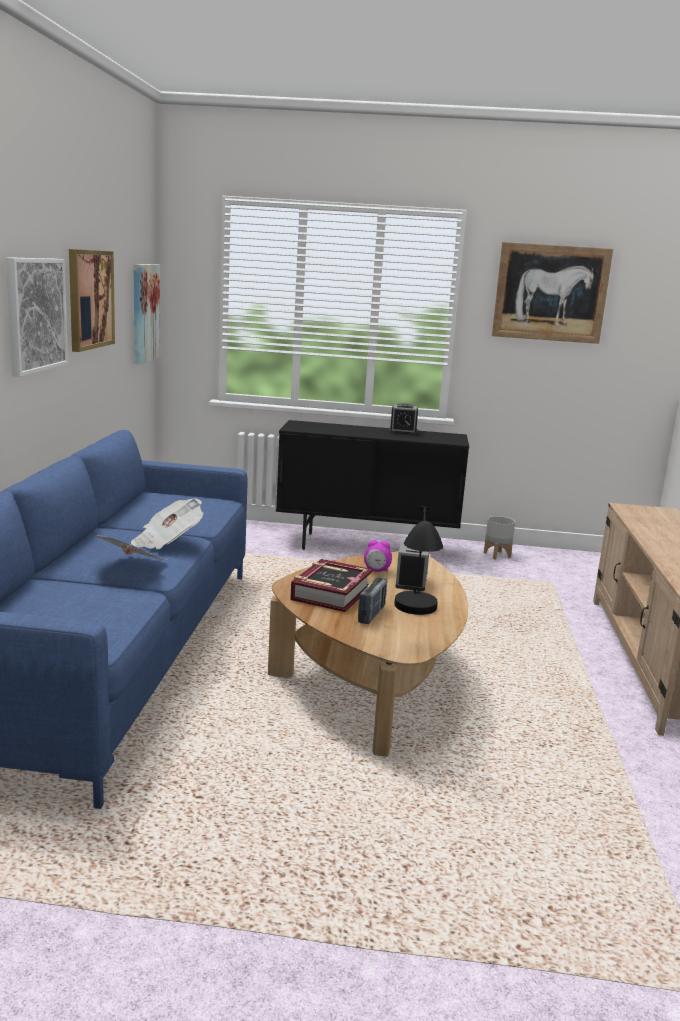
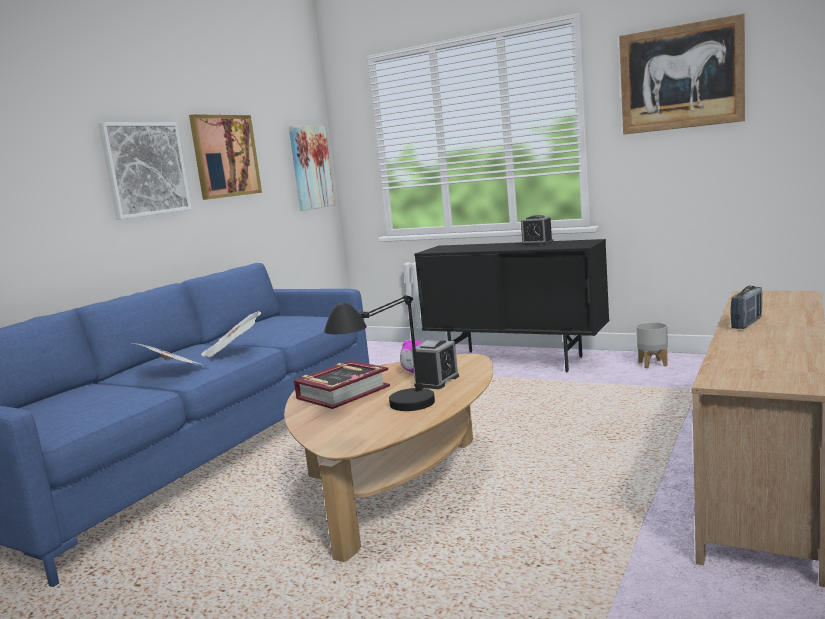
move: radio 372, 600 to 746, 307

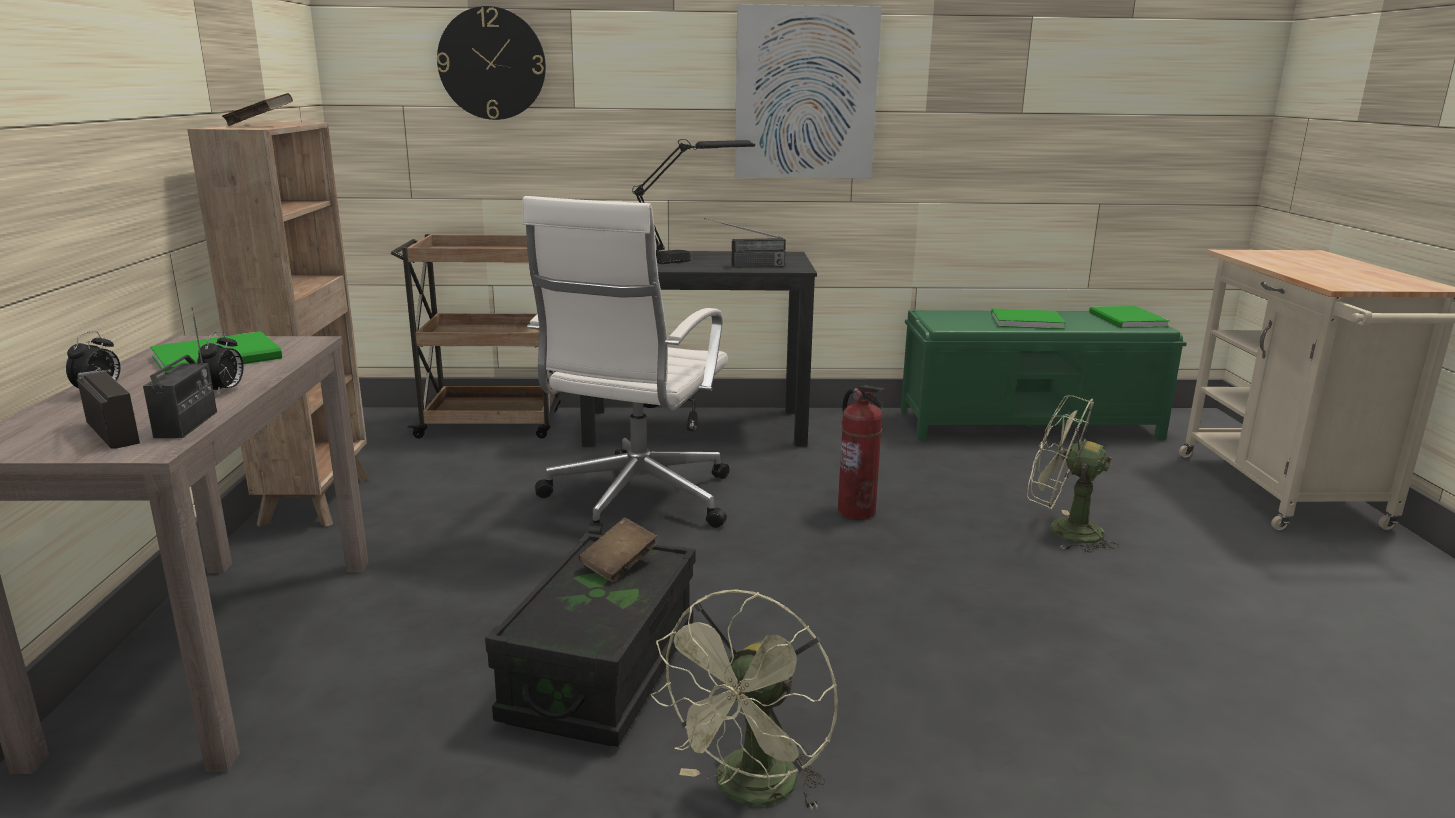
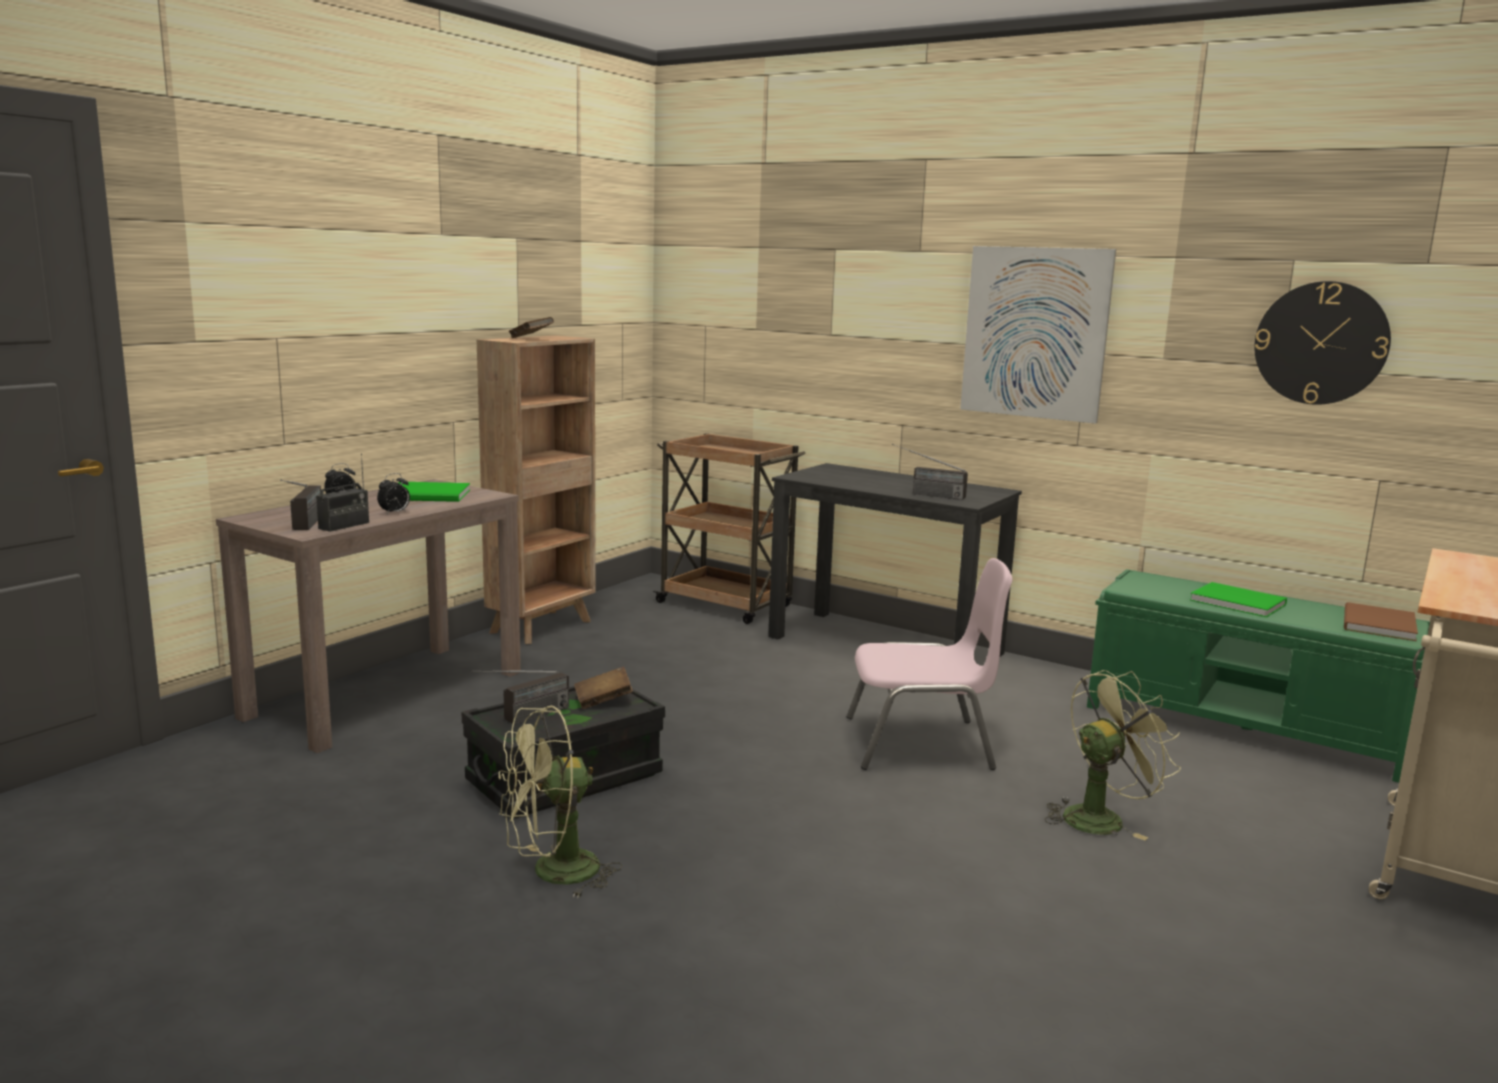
delete: white office chair 626, 366; black table lamp 693, 201
insert: radio 519, 697
move: wall clock 491, 63 to 1322, 343
replace: fire extinguisher 861, 452 to pink chair 930, 664
recolor: green book 1129, 317 to brown book 1381, 621
rotate: green fan 1073, 474 = 1113, 755 90 degrees clockwise

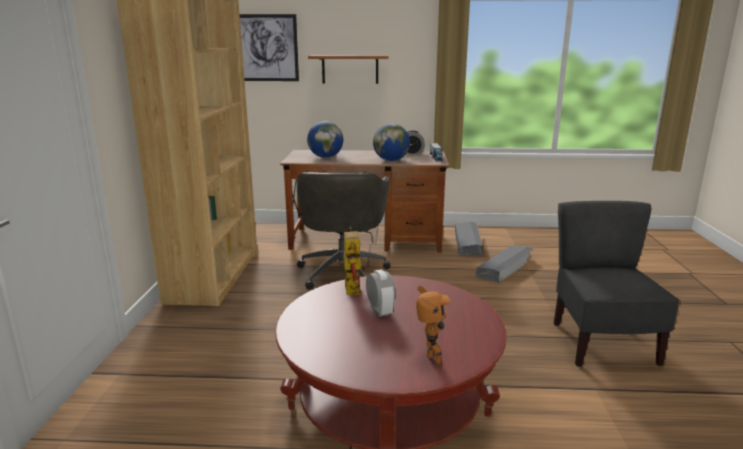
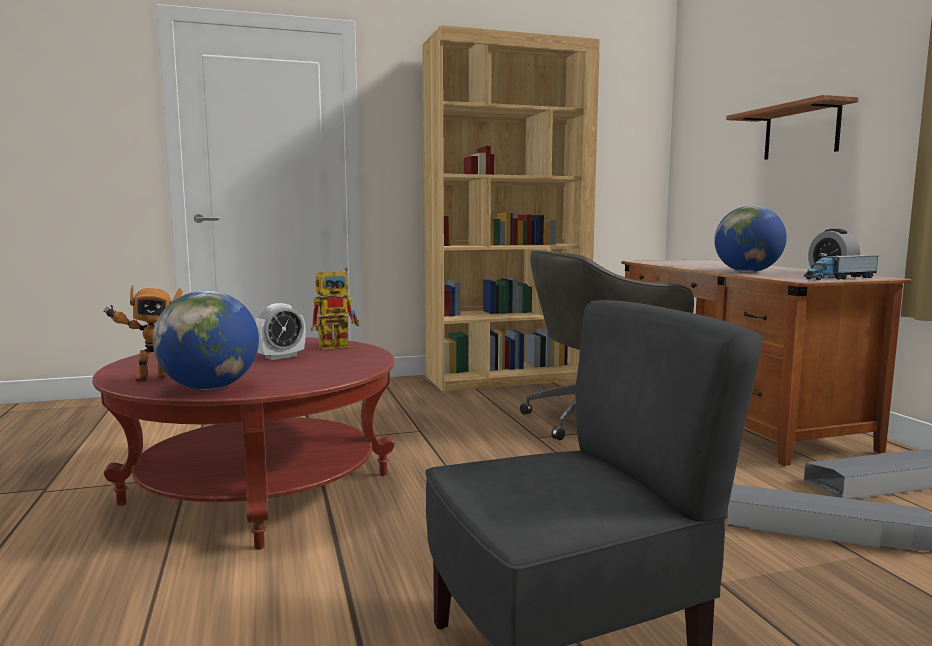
delete: picture 269, 47
move: globe 325, 139 to 205, 340

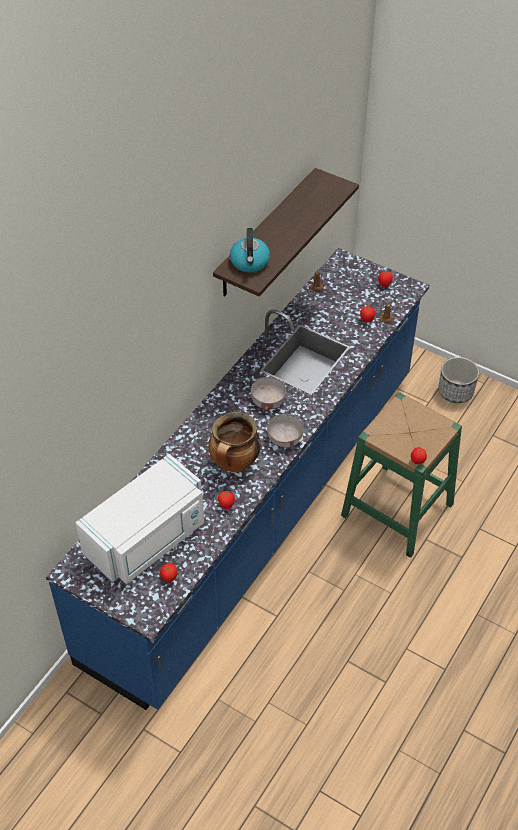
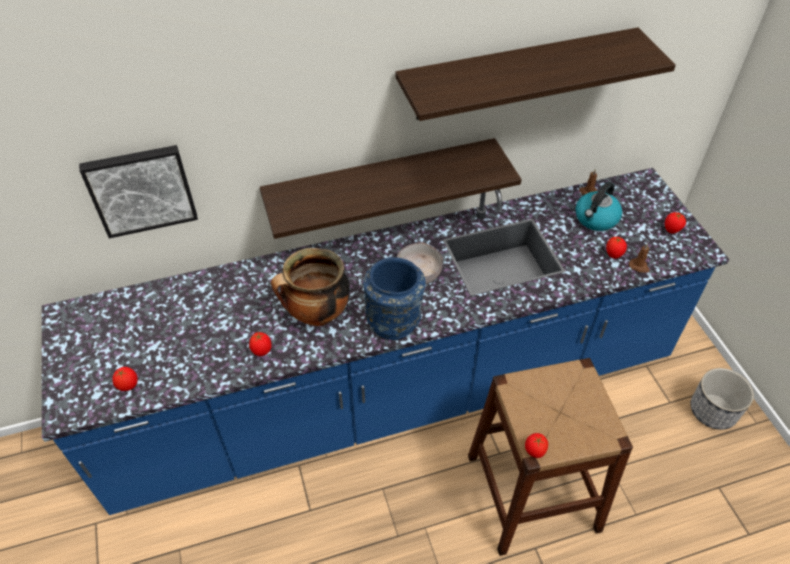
delete: white microwave 140, 519
insert: picture 138, 191; shelf 391, 188
move: kettle 250, 250 to 598, 206
replace: grey bowl 285, 431 to blue vase 394, 298
recolor: green stool 401, 475 to brown stool 550, 457

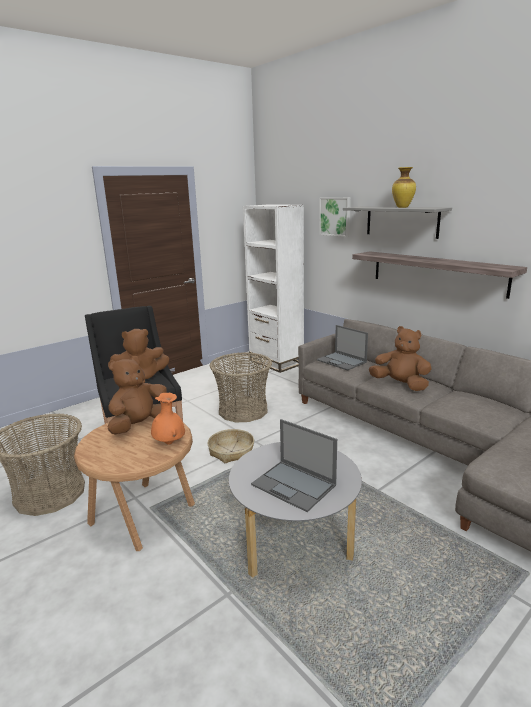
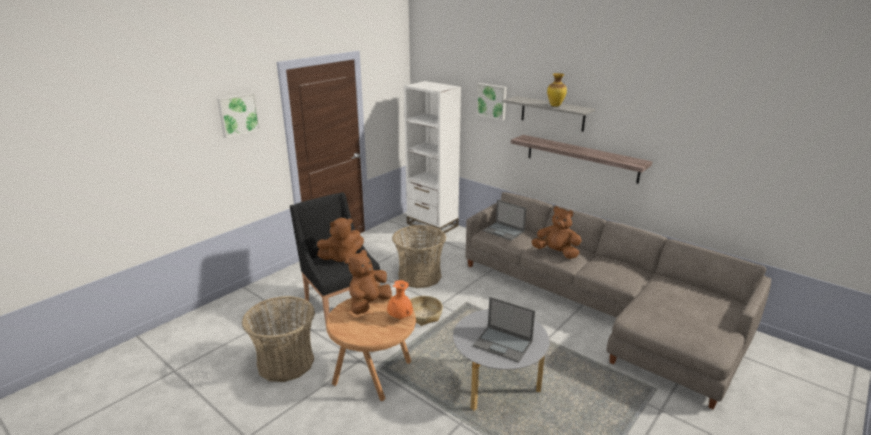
insert: picture 238, 115

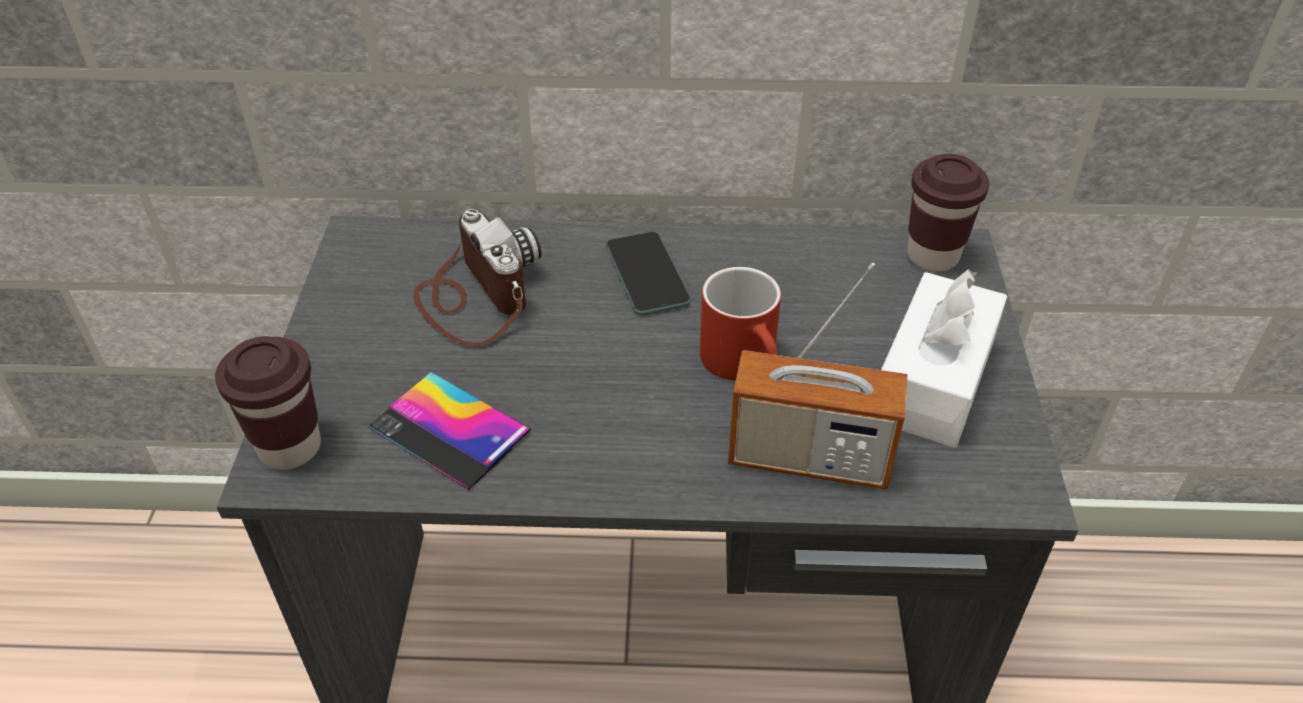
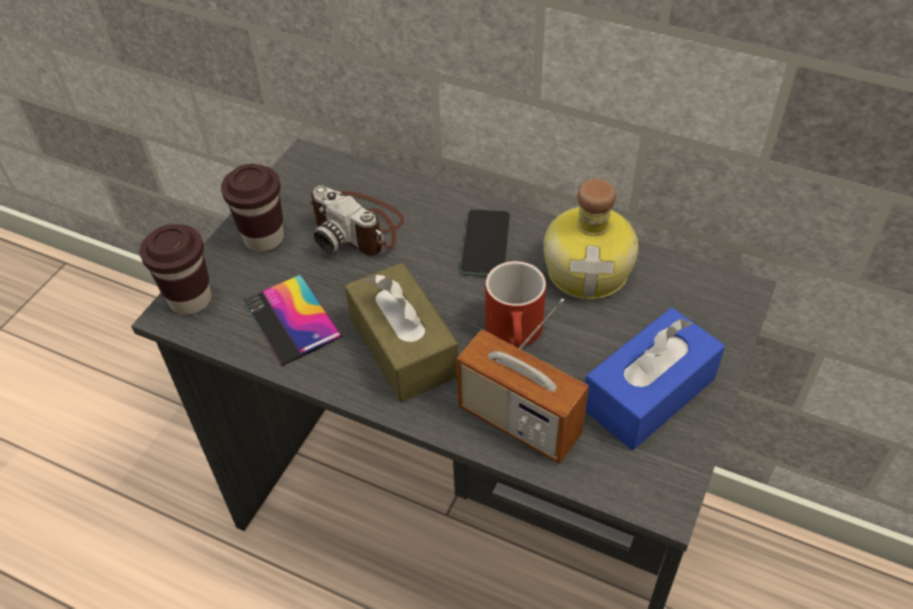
insert: brown tissue box 402, 332; bottle 590, 239
move: brown cup 948, 213 to 252, 208
recolor: white tissue box 944, 358 to blue tissue box 655, 379
rotate: photo camera 477, 277 = 357, 220 135 degrees clockwise

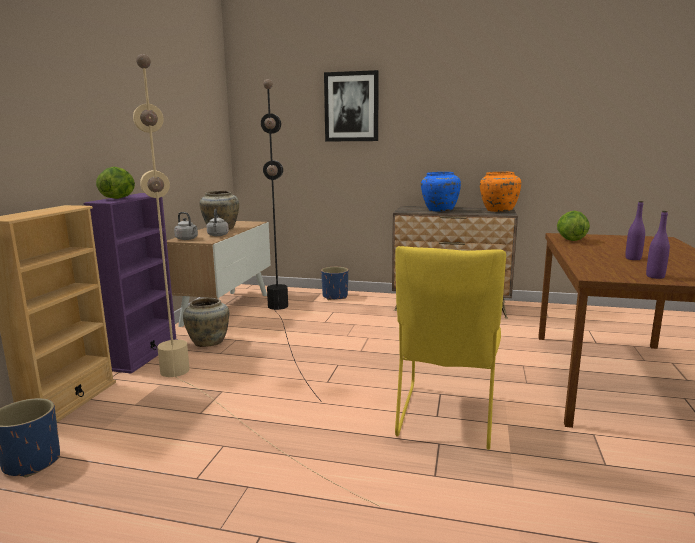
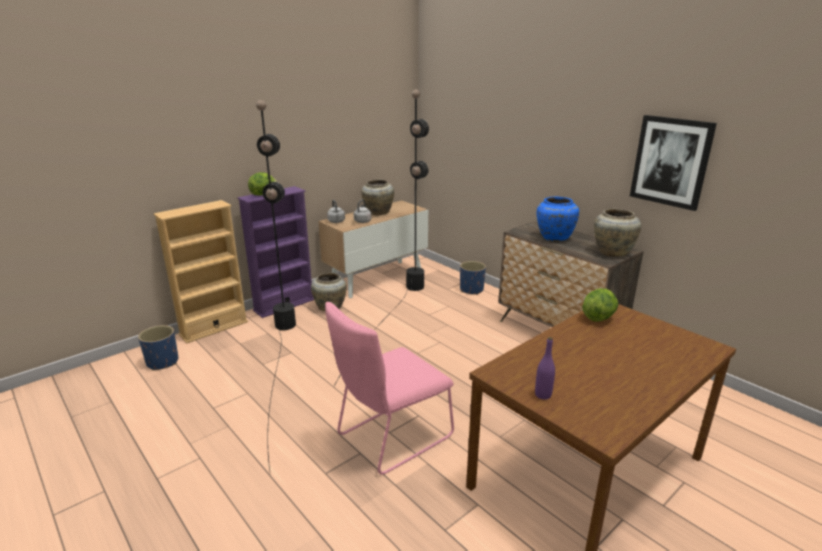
delete: purple bottle 635, 230
move: picture 351, 106 to 673, 163
recolor: beige floor lamp 256, 280 to black floor lamp 276, 285; yellow chair 450, 348 to pink chair 389, 388; orange vase 500, 192 to beige vase 617, 233

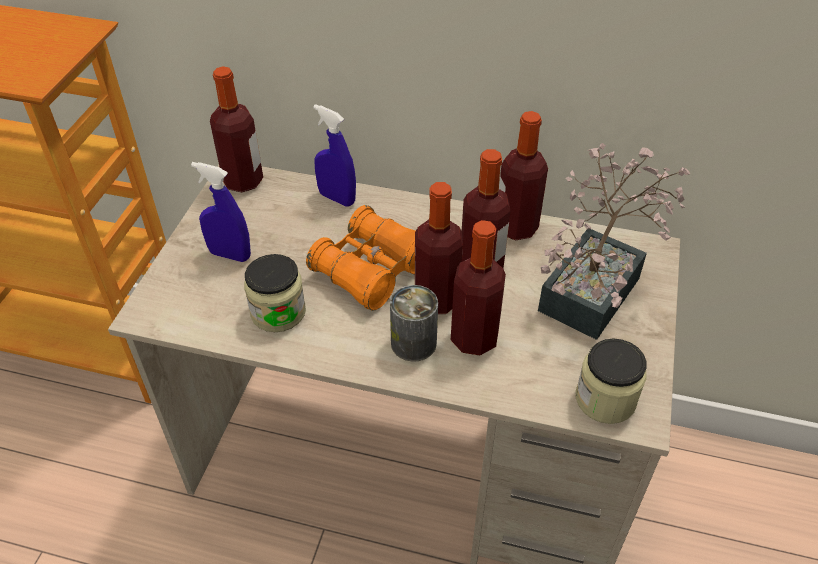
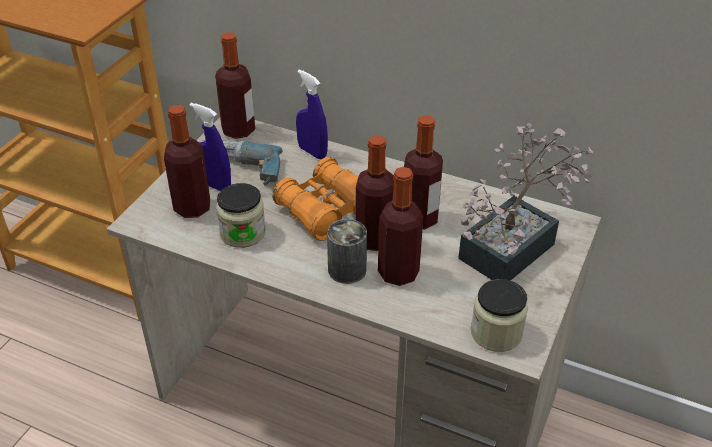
insert: power drill 241, 163
move: bottle 523, 175 to 187, 161

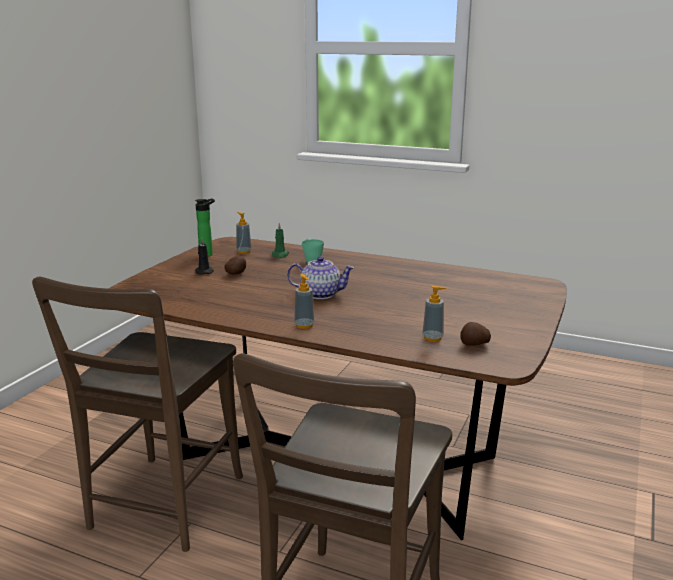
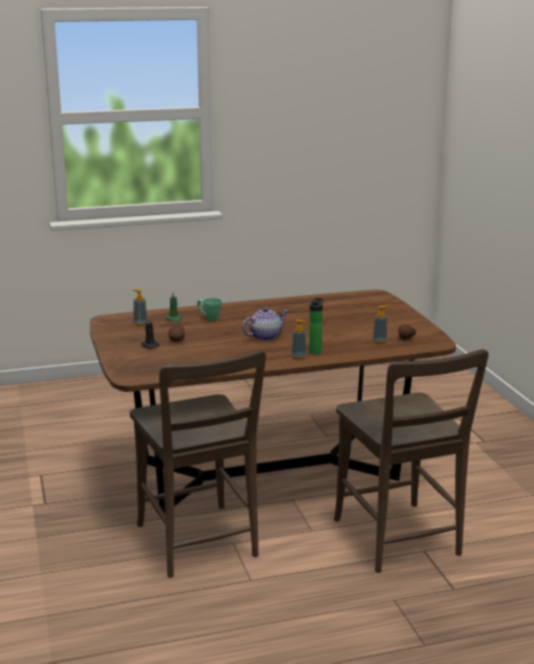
move: bottle 205, 227 to 316, 326

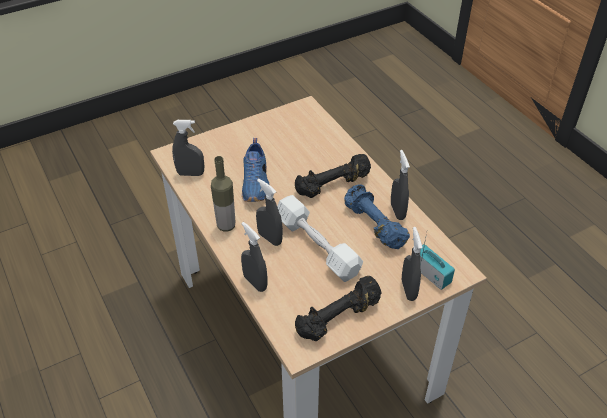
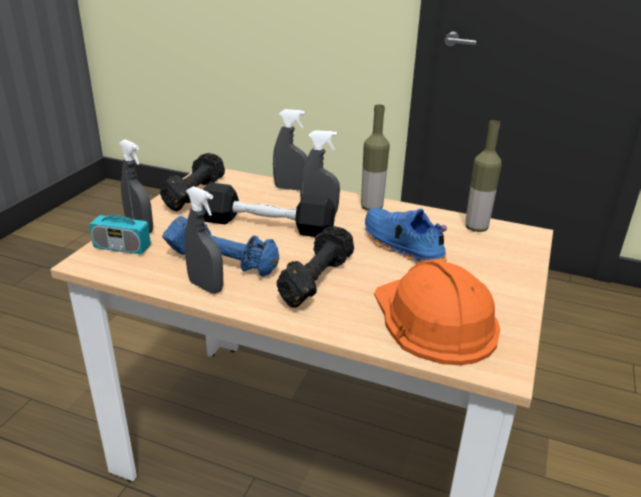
insert: orange hard hat 437, 312
replace: grey spray bottle 188, 148 to bottle 483, 176
recolor: white dumbbell 320, 238 to black dumbbell 268, 209

